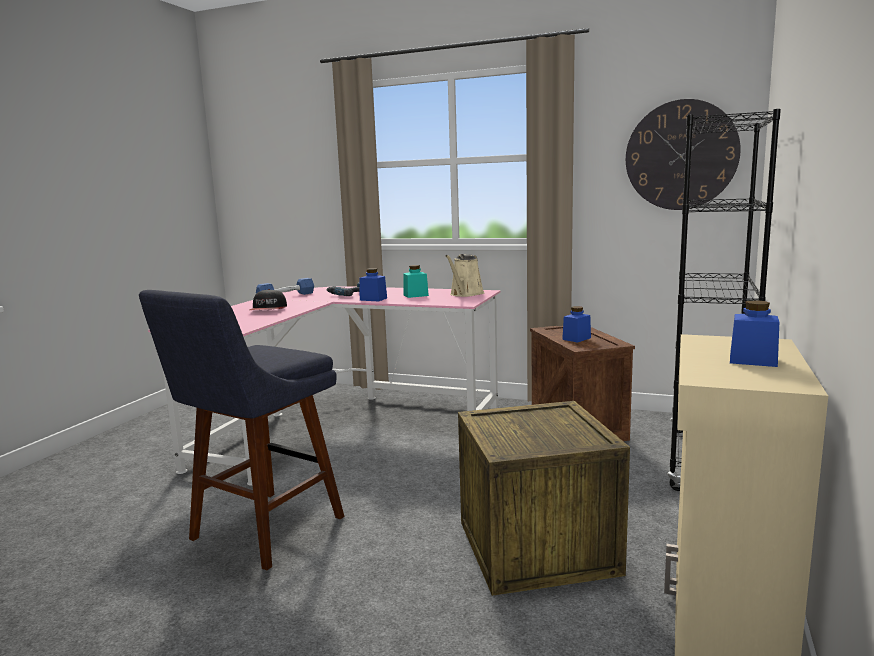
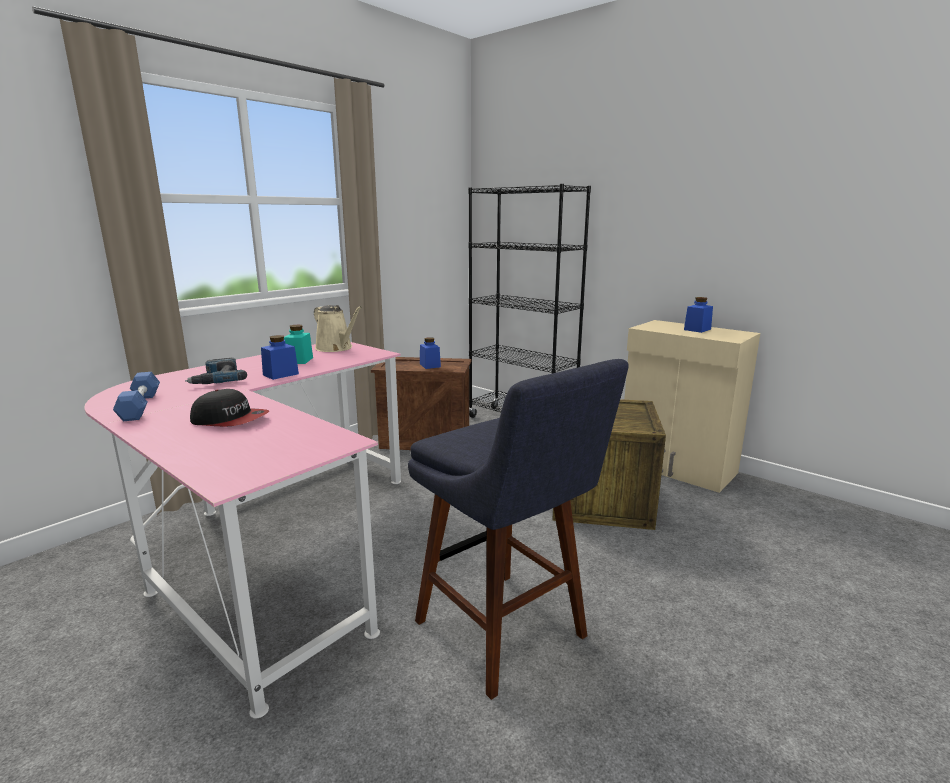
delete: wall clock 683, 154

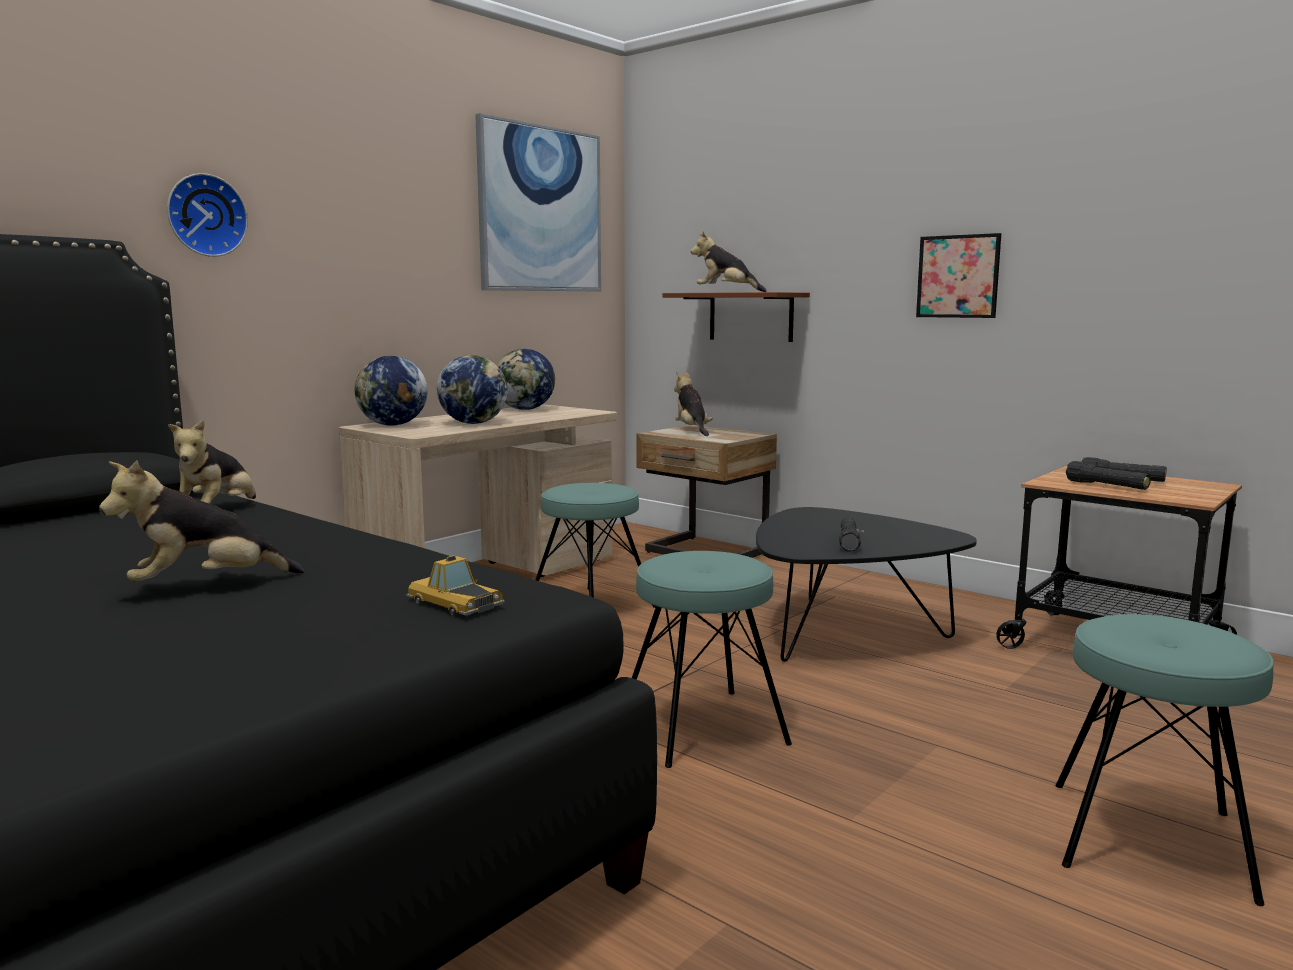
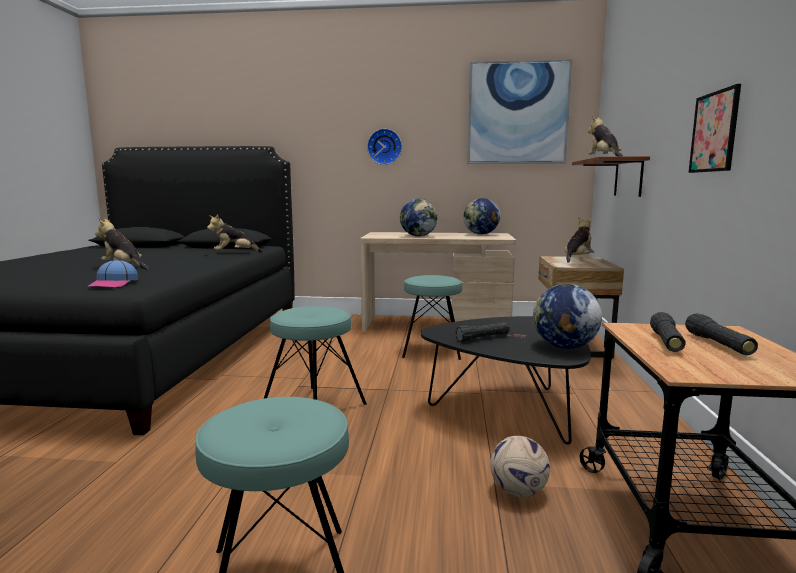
insert: football 520, 466
move: wall clock 207, 215 to 384, 146; globe 391, 391 to 567, 316
replace: toy car 456, 585 to cap 112, 273

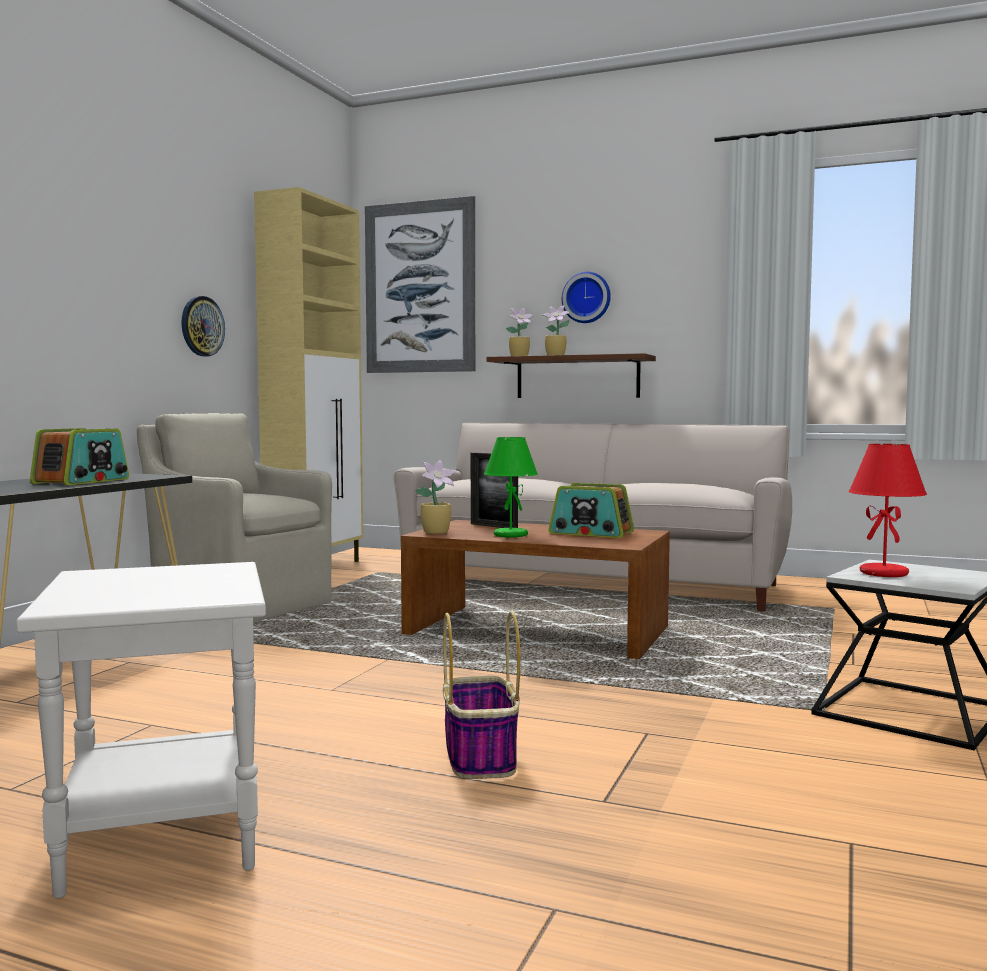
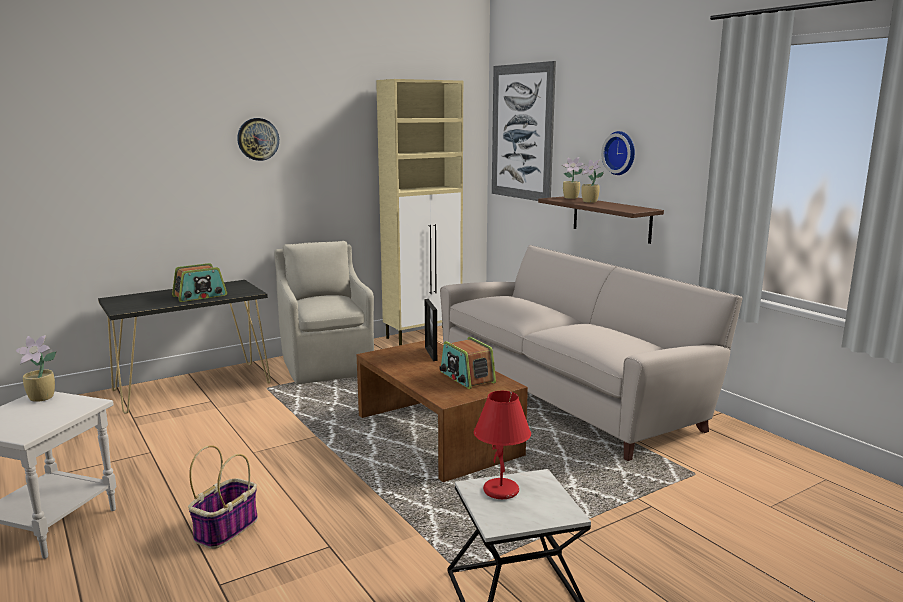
delete: green table lamp 511, 487
move: wall clock 203, 326 to 258, 139; potted plant 435, 497 to 35, 368

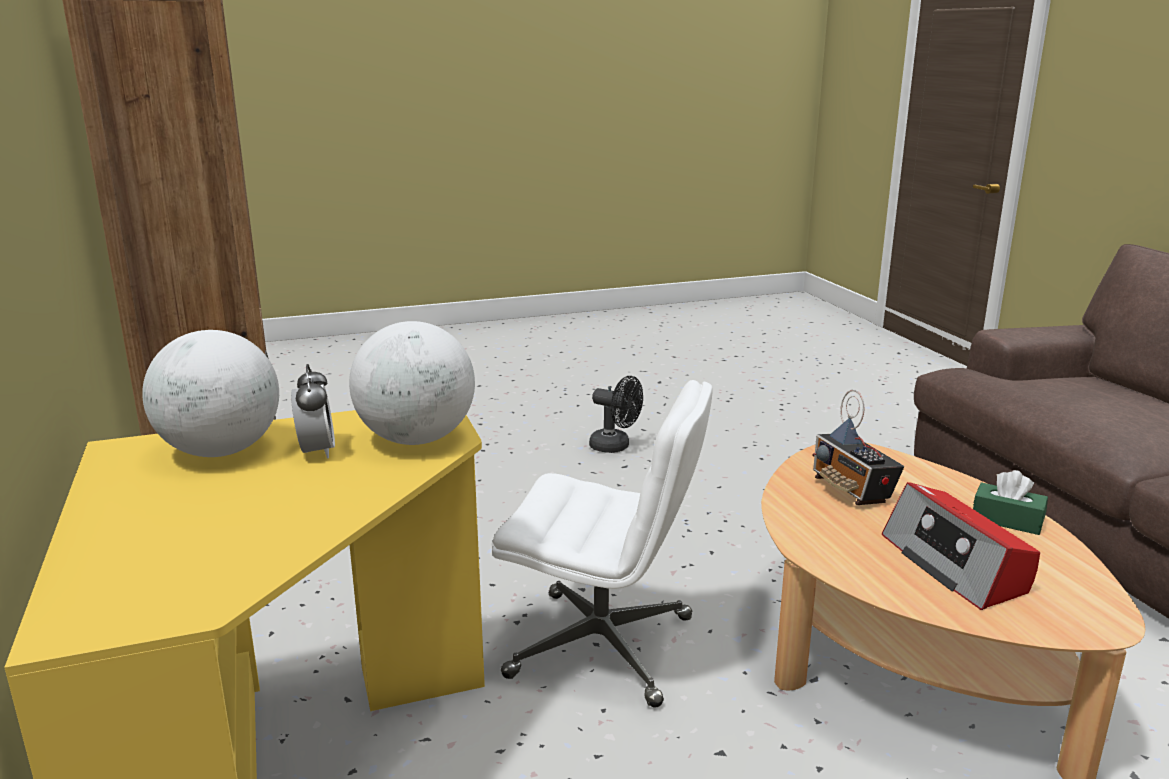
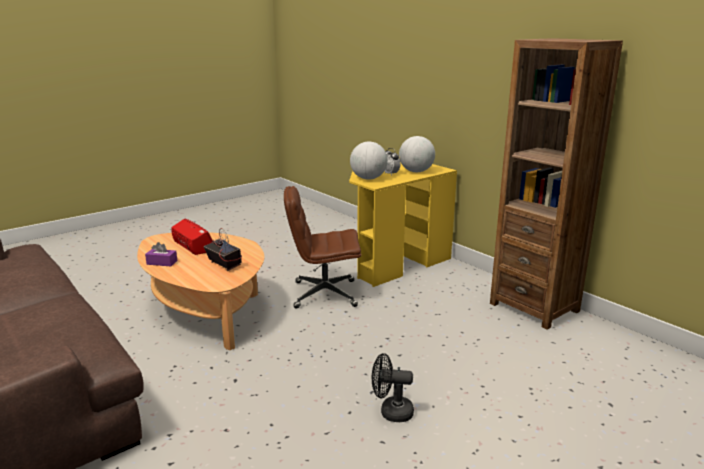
recolor: white office chair 602, 544 to brown office chair 322, 247; green tissue box 1010, 502 to purple tissue box 161, 254

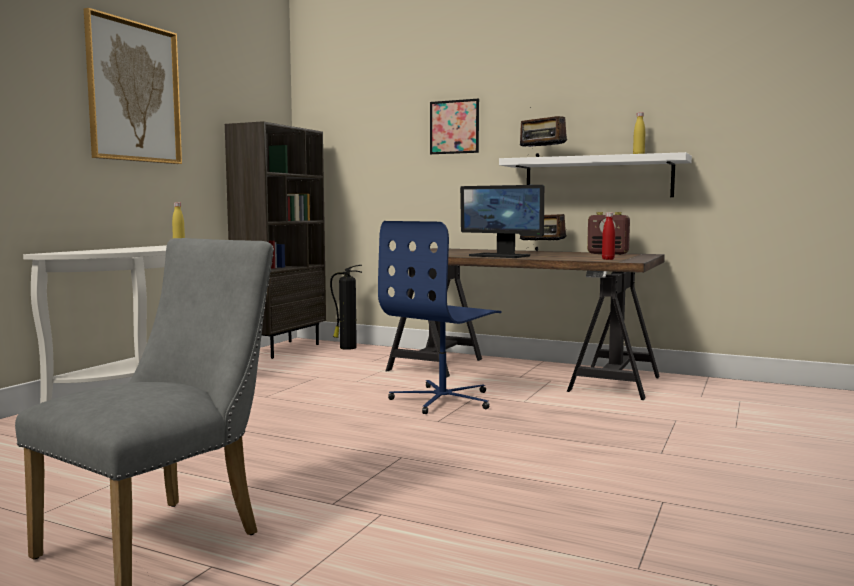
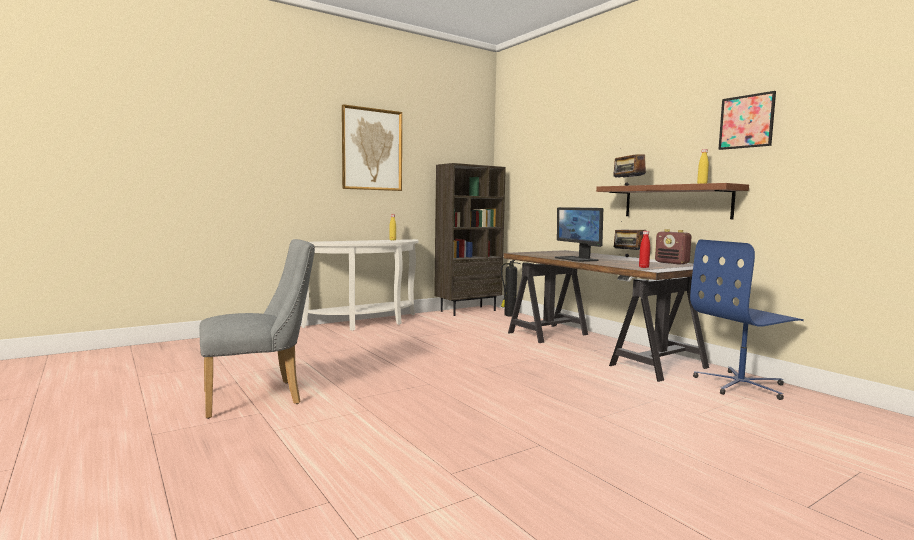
move: blue office chair 440, 317 to 747, 319; picture 454, 126 to 747, 120
recolor: white shelf 595, 174 to brown shelf 672, 201

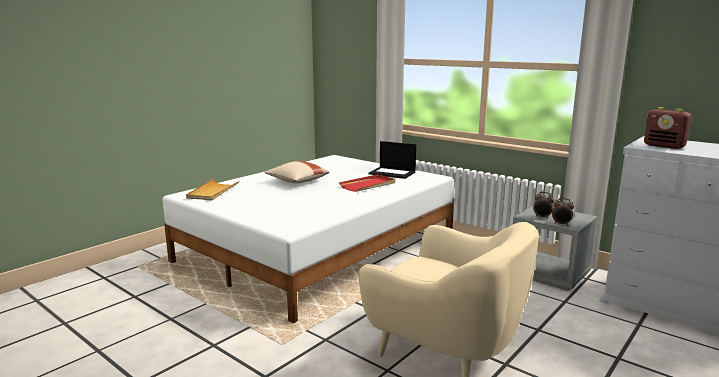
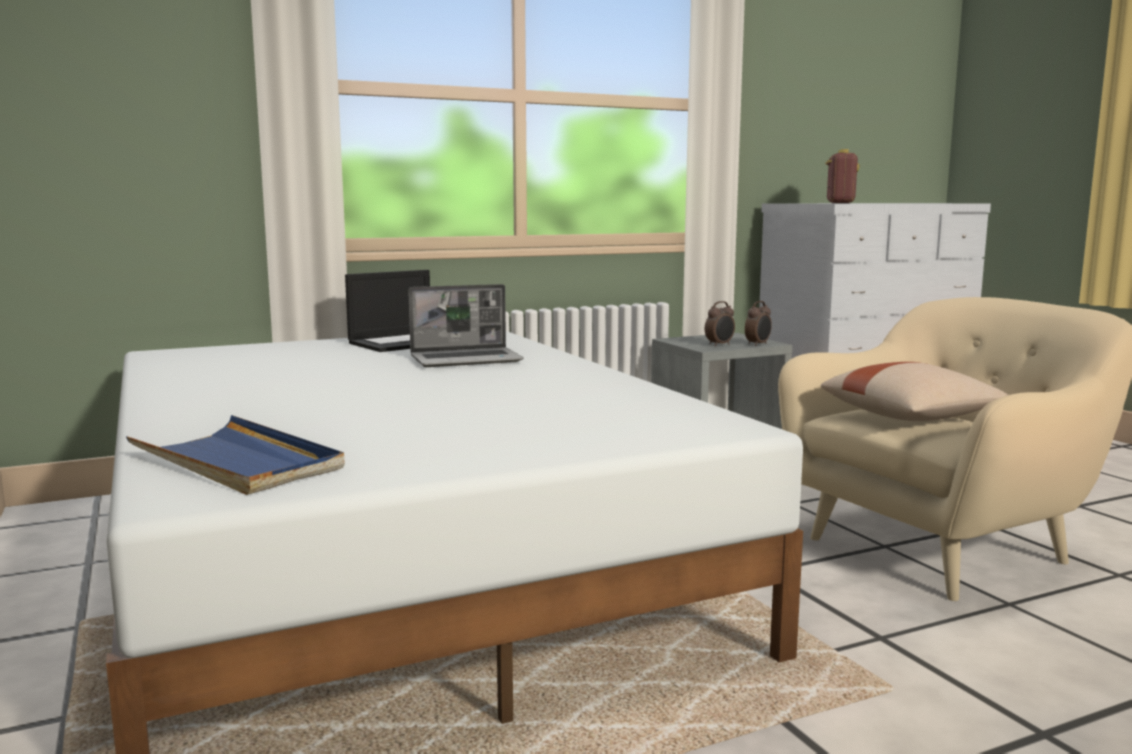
move: beige pillow 297, 172 to 914, 391
replace: red tray 367, 183 to laptop 466, 325
recolor: beige tray 212, 189 to blue tray 235, 455
rotate: radio 667, 128 = 842, 176 60 degrees counterclockwise

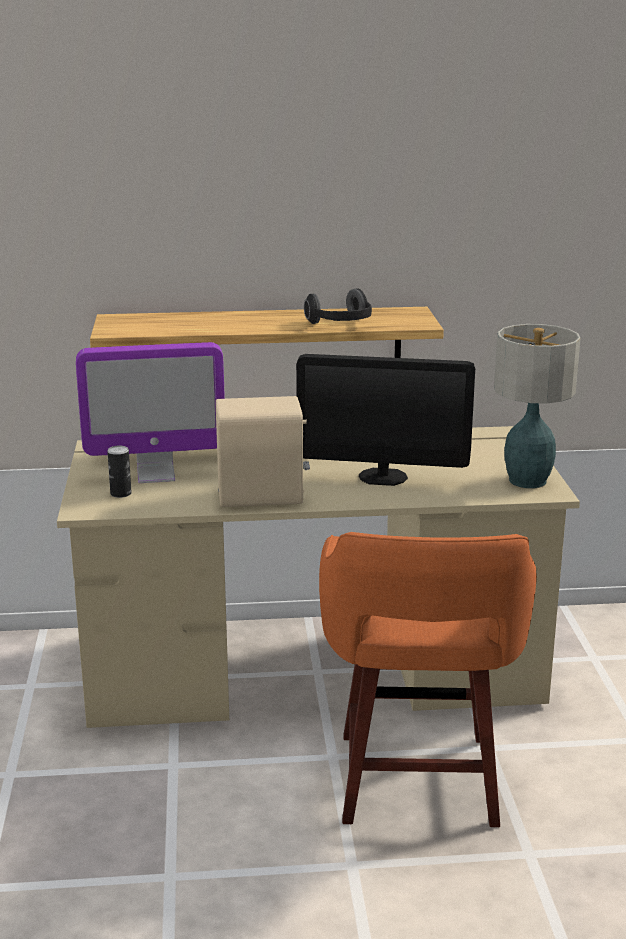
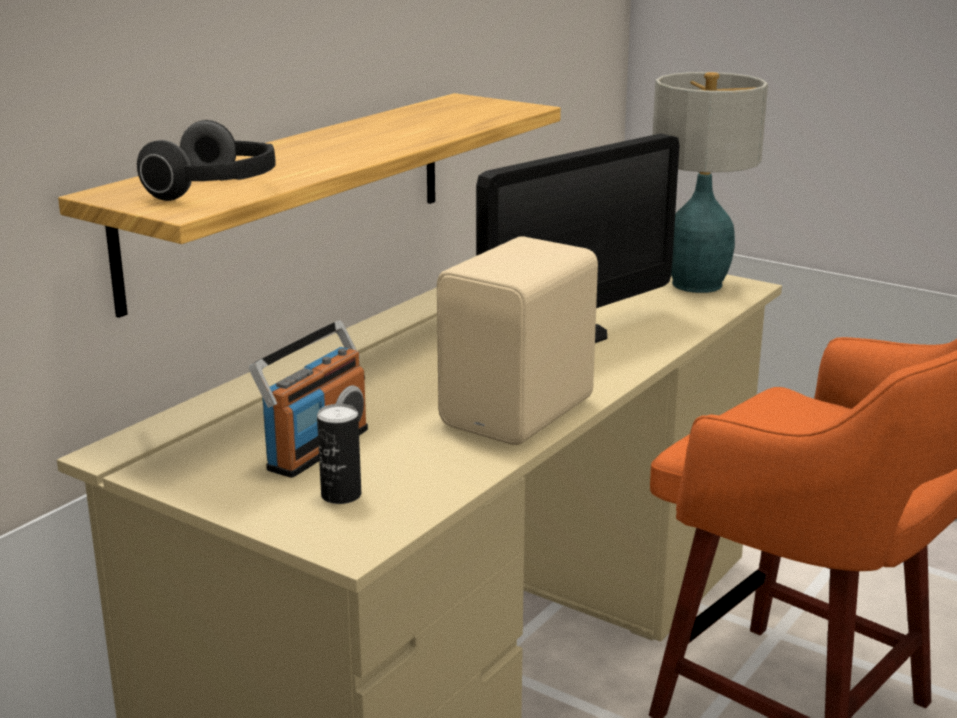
move: headphones 338, 306 to 206, 160
replace: monitor 150, 412 to radio 308, 399

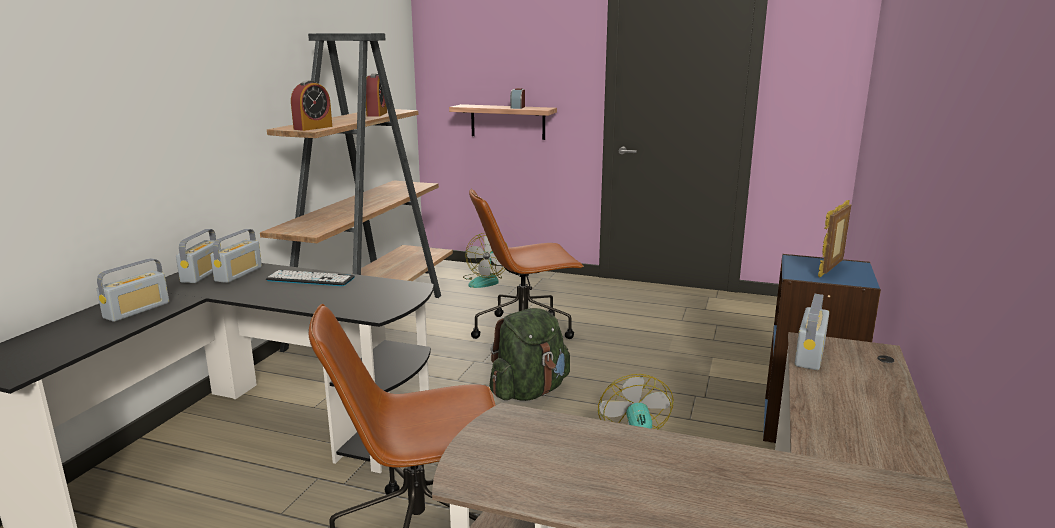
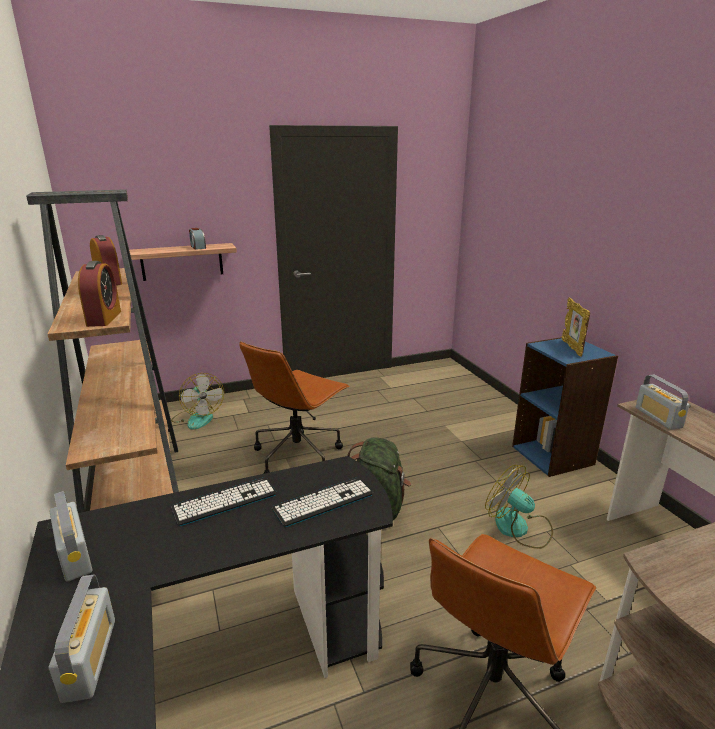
delete: radio 236, 256
insert: keyboard 322, 502

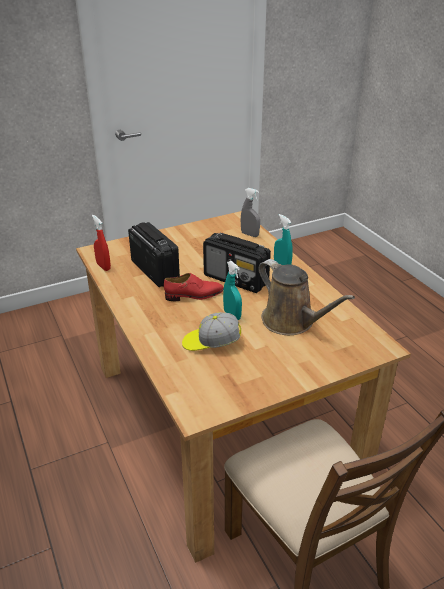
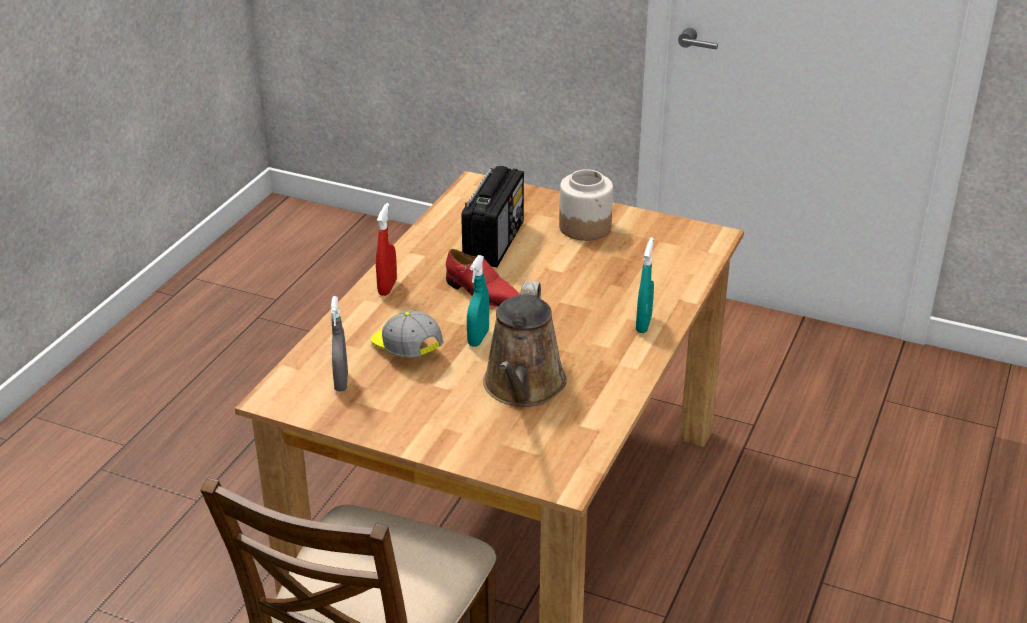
delete: radio 237, 263
insert: jar 586, 205
move: red spray bottle 101, 243 to 386, 249; grey spray bottle 250, 212 to 339, 343

